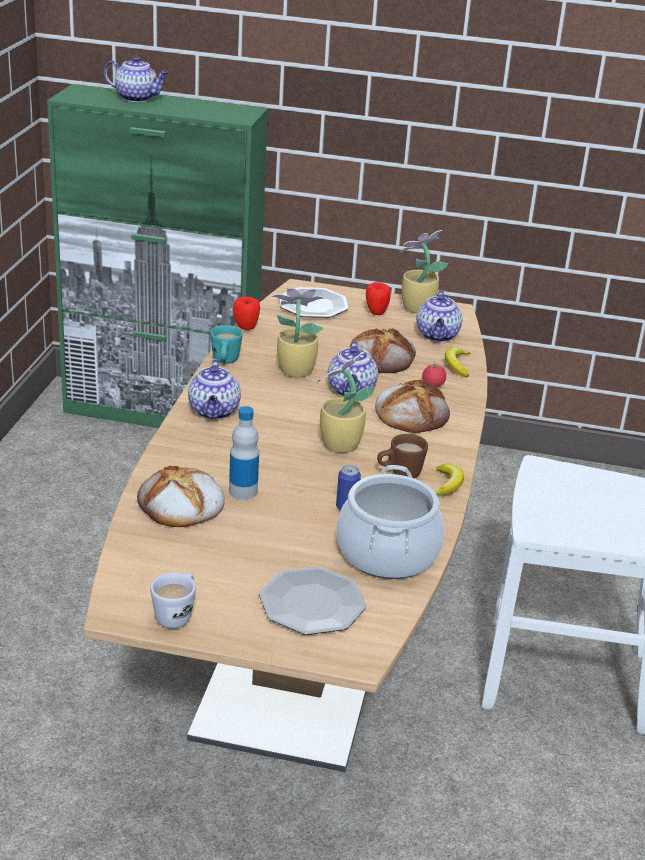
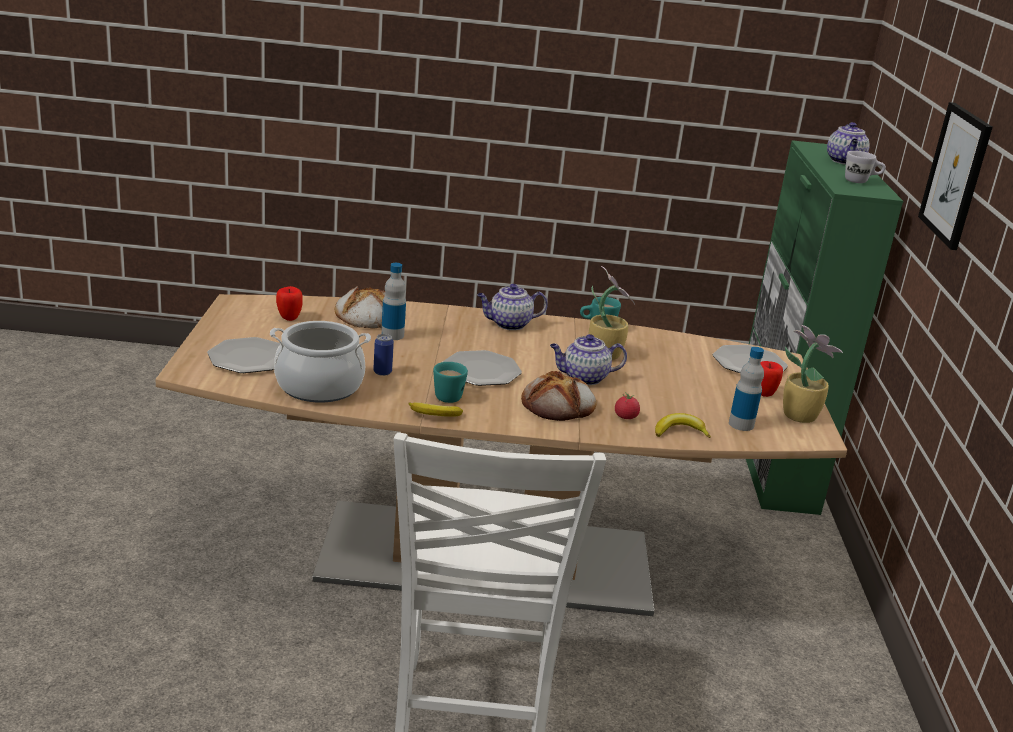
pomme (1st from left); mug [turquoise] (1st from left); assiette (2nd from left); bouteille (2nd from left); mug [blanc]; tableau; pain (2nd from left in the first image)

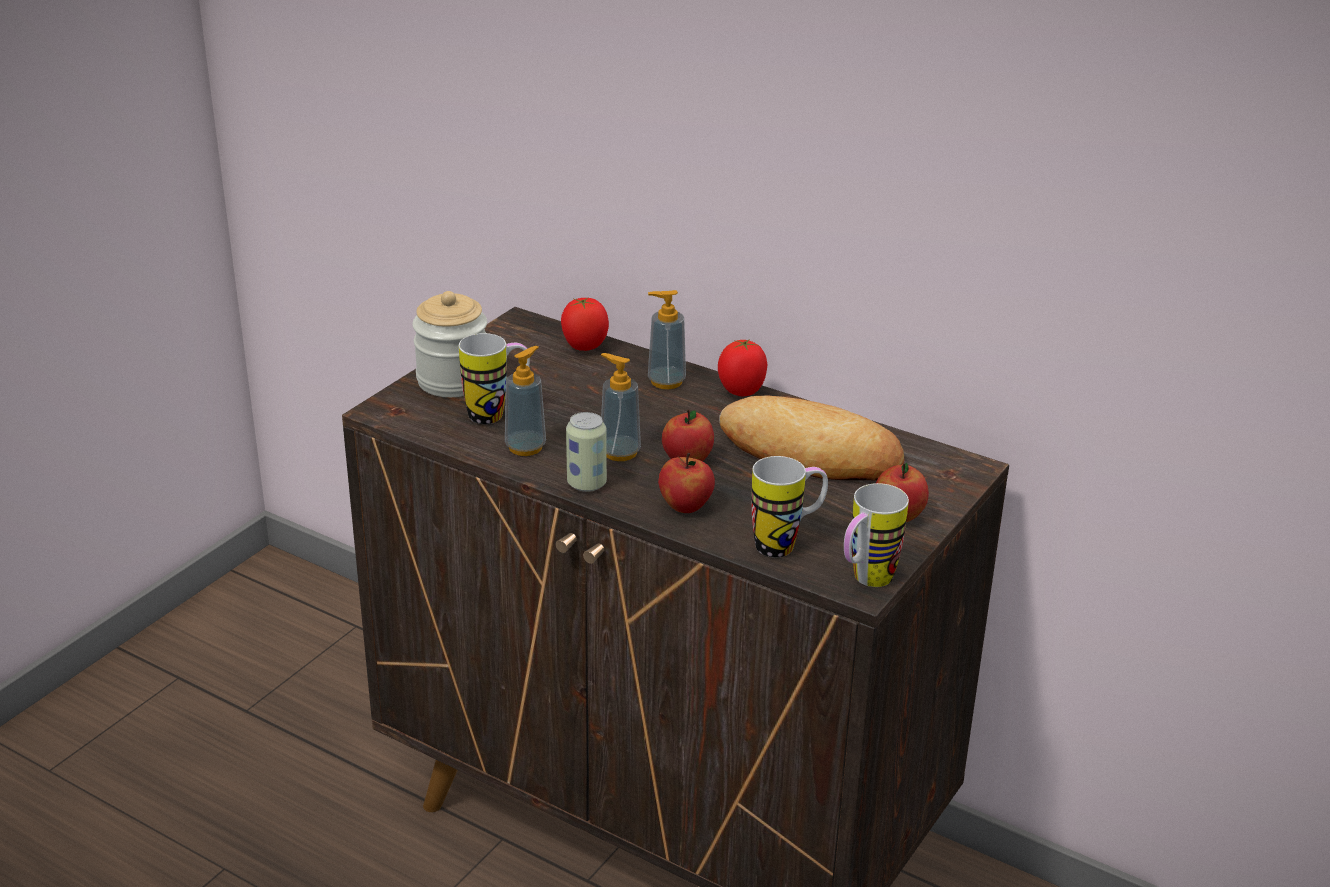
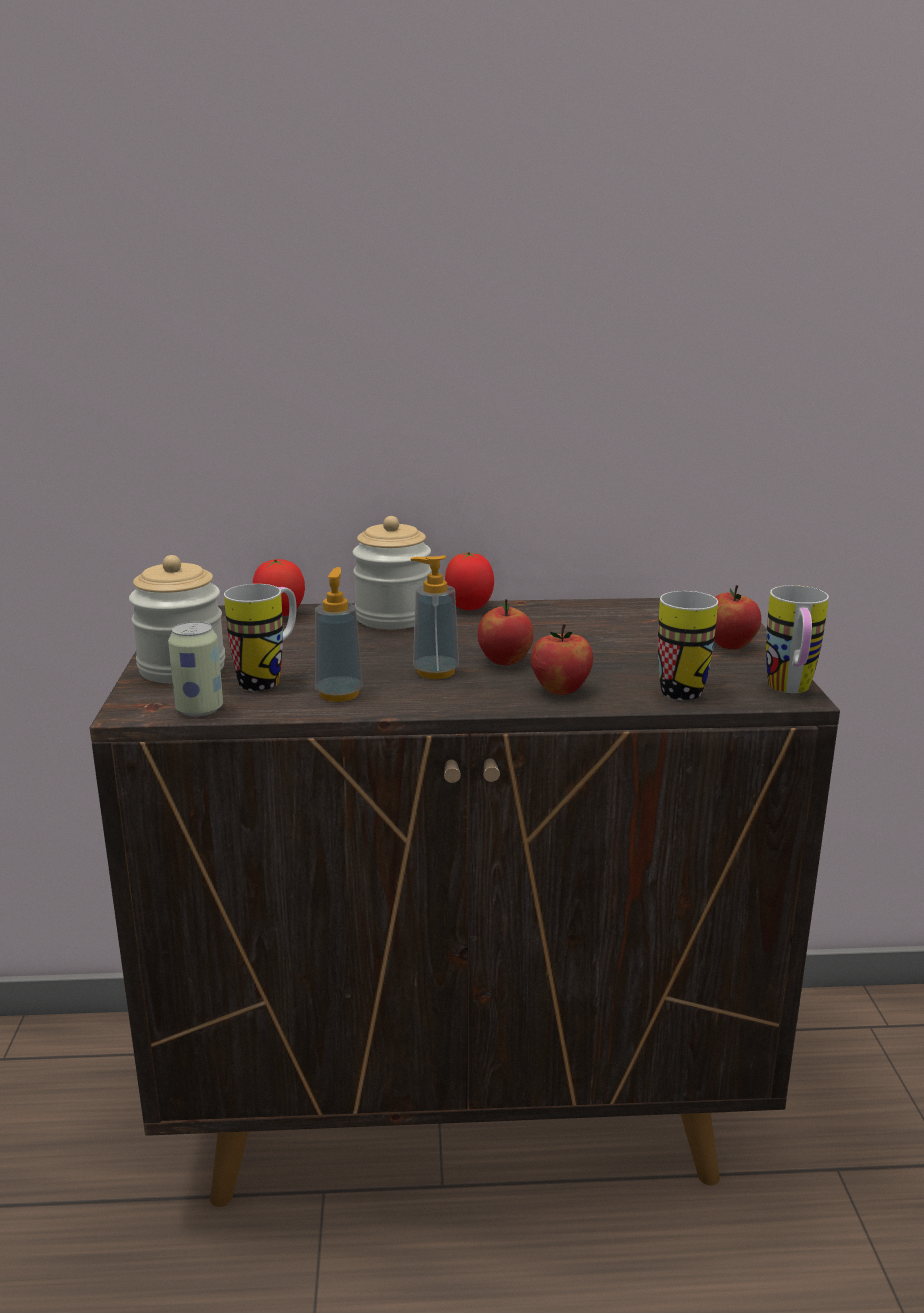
boîte métallique; bocal (2nd from left); pain

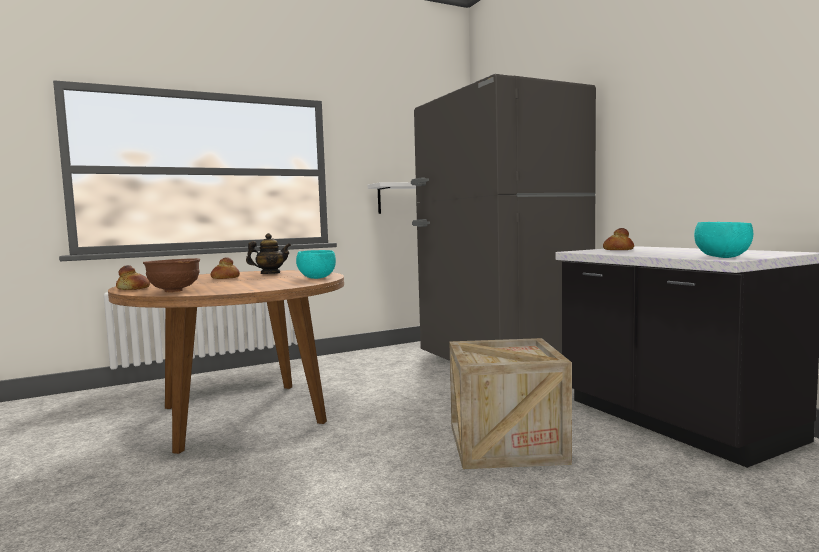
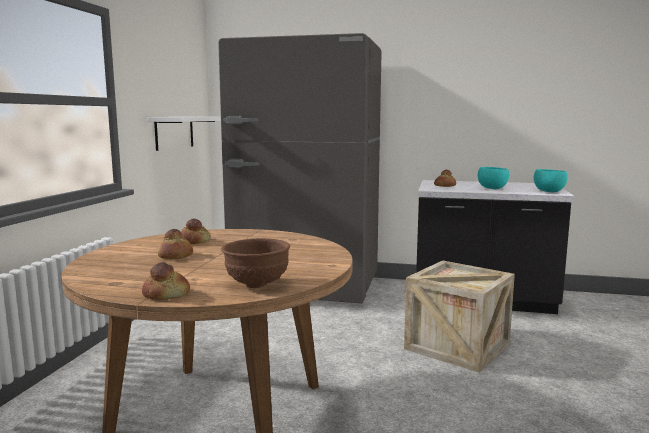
pain (3rd from left); bol [turquoise] (1st from left)

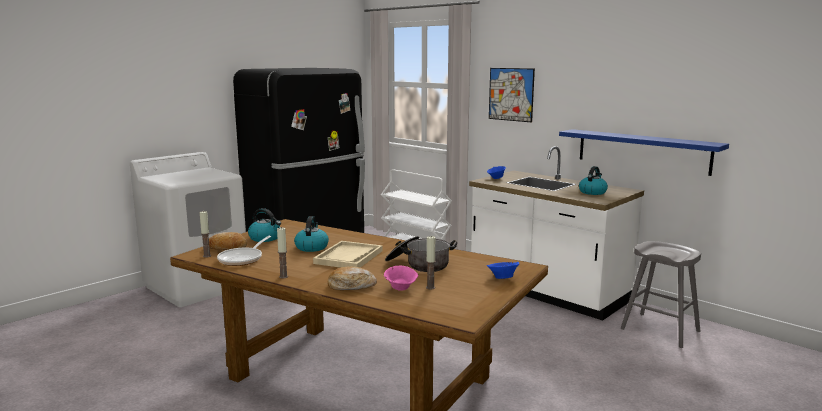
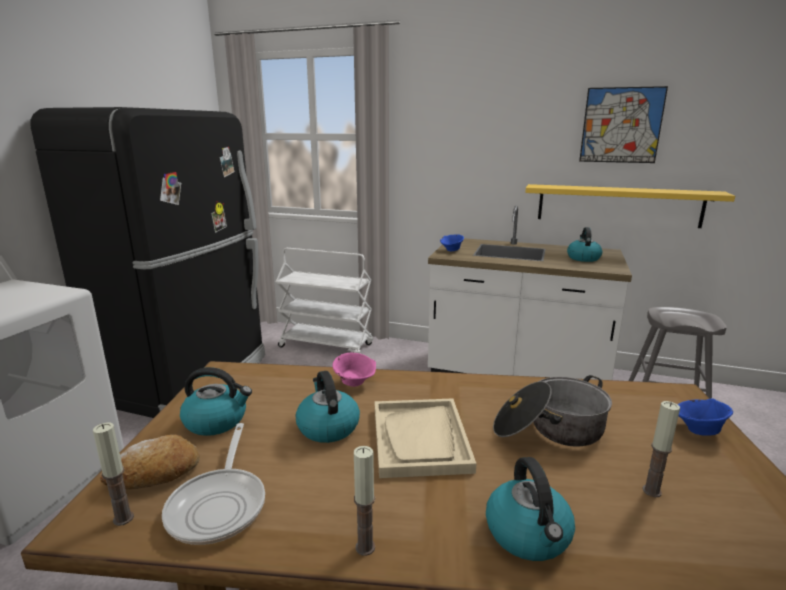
bol [rose]; bouilloire (3rd from left); étagère [jaune]; tableau

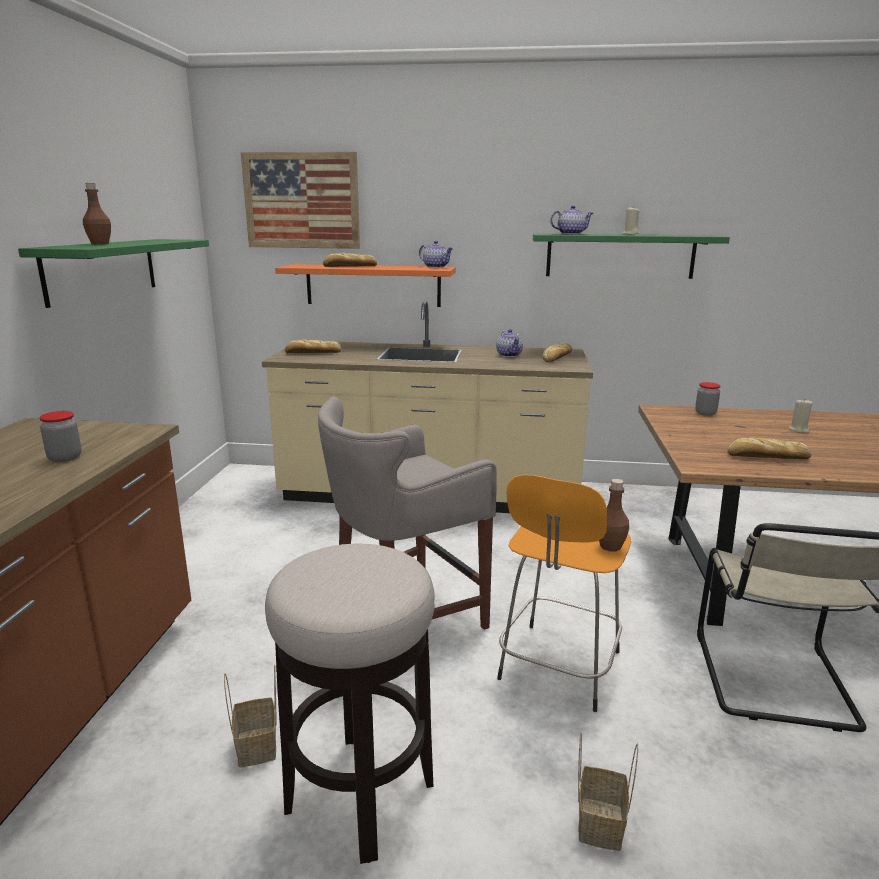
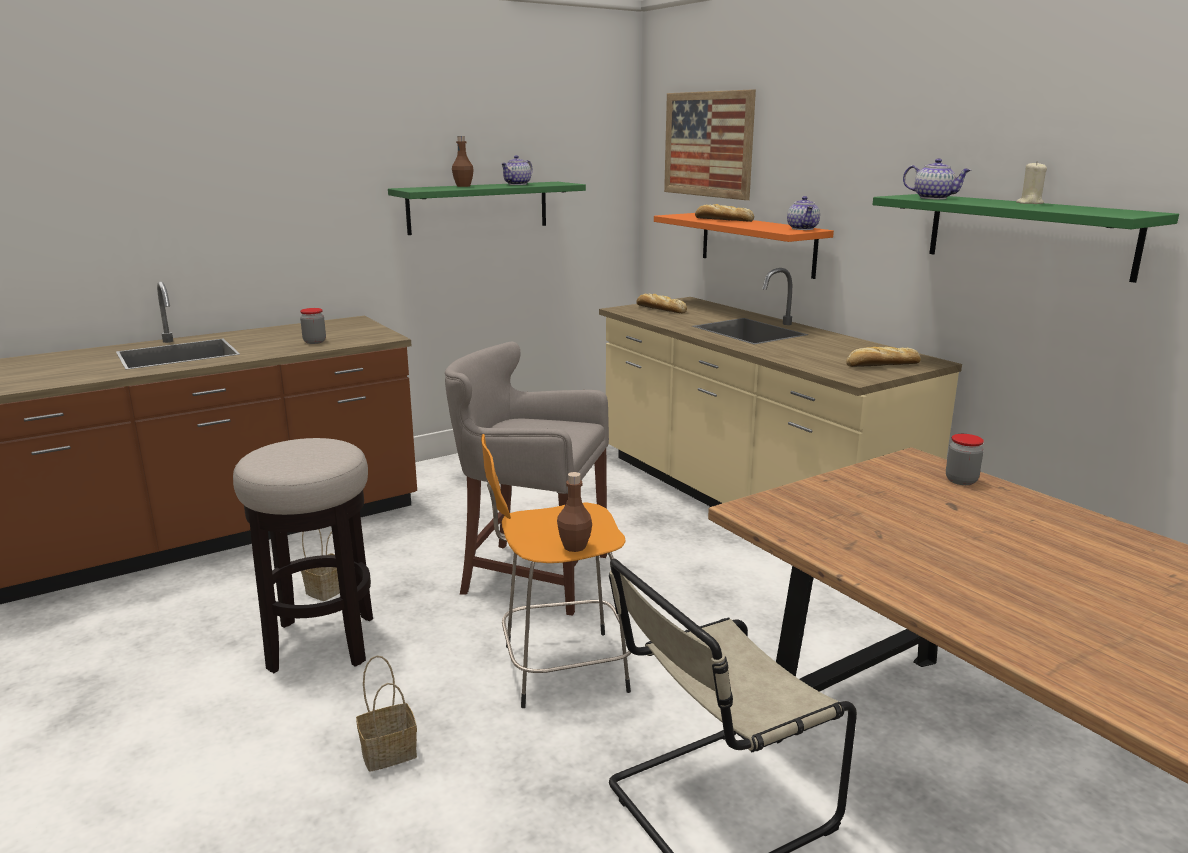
théière (1st from left); pain (4th from left in the first image); bougie [beige] (2nd from left in the first image)

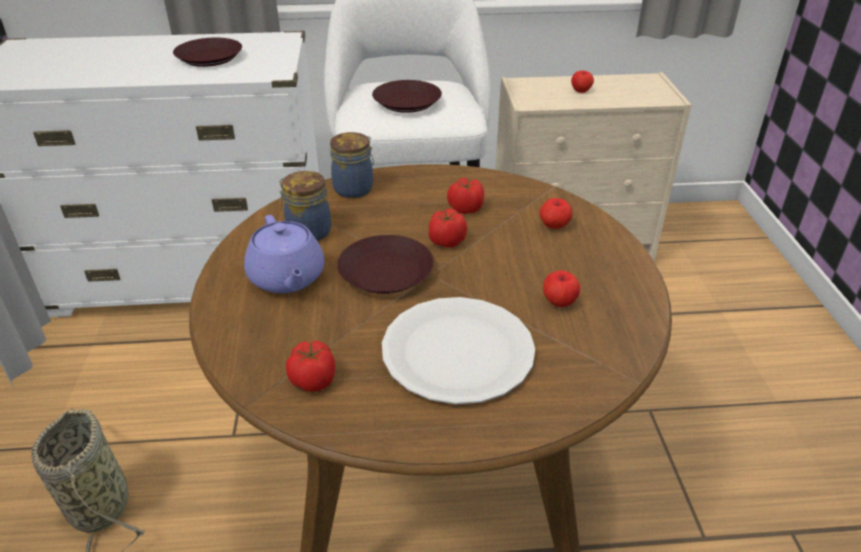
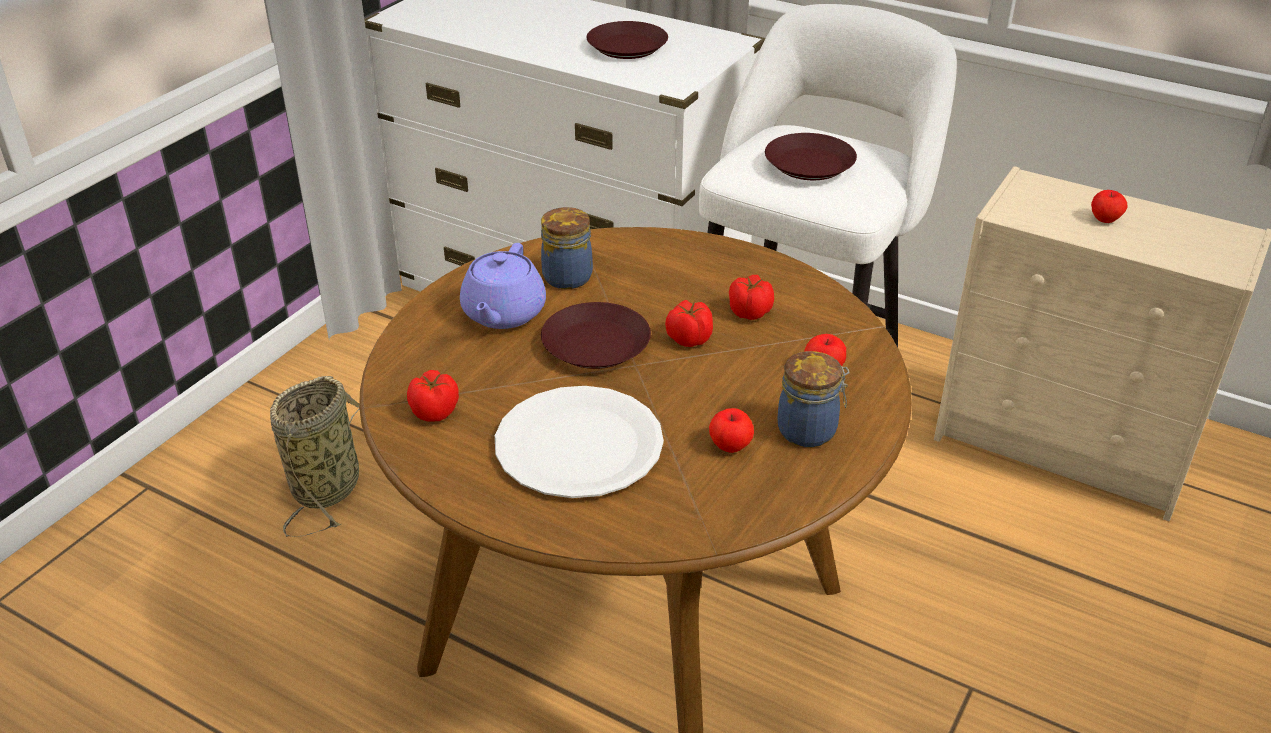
bocal (2nd from left)

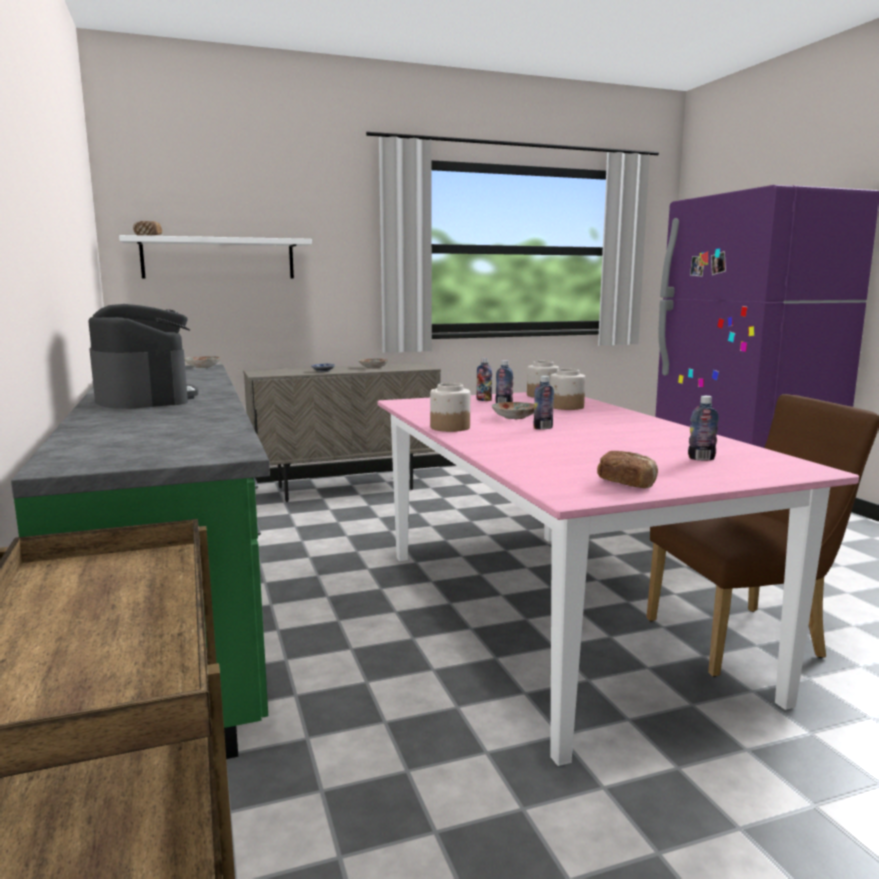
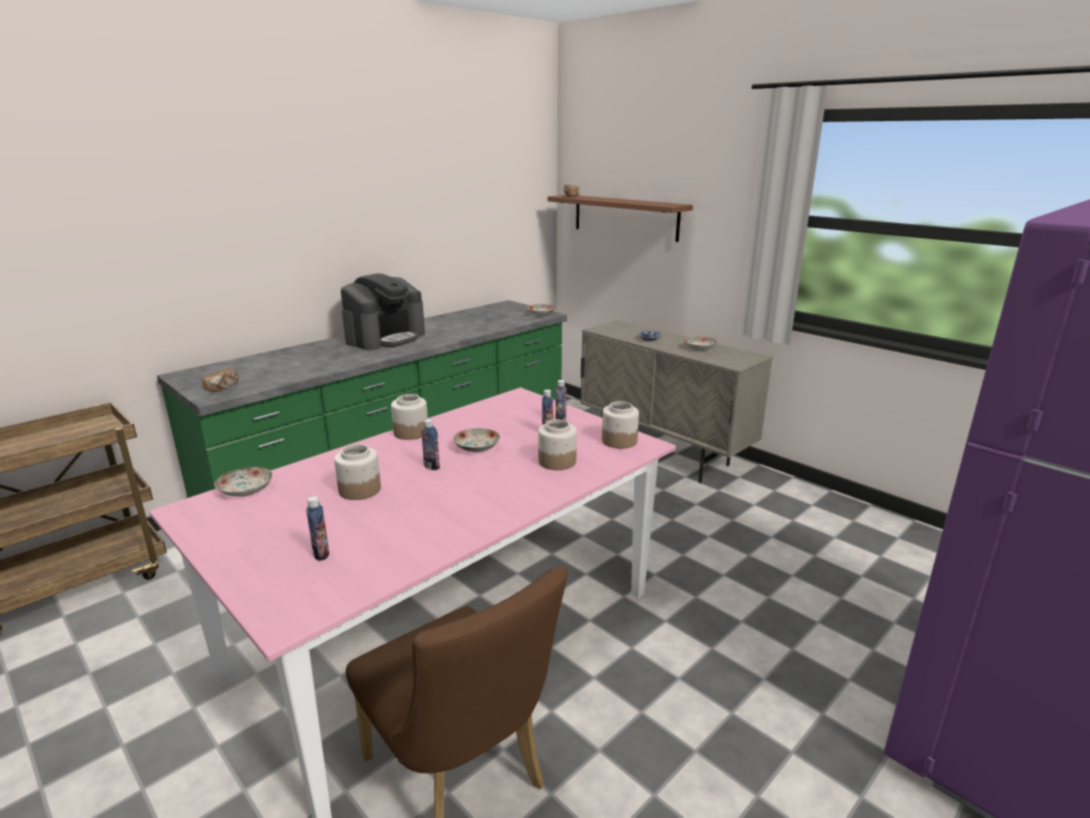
pain (1st from left); assiette (1st from left); bocal (1st from left); étagère [marron]

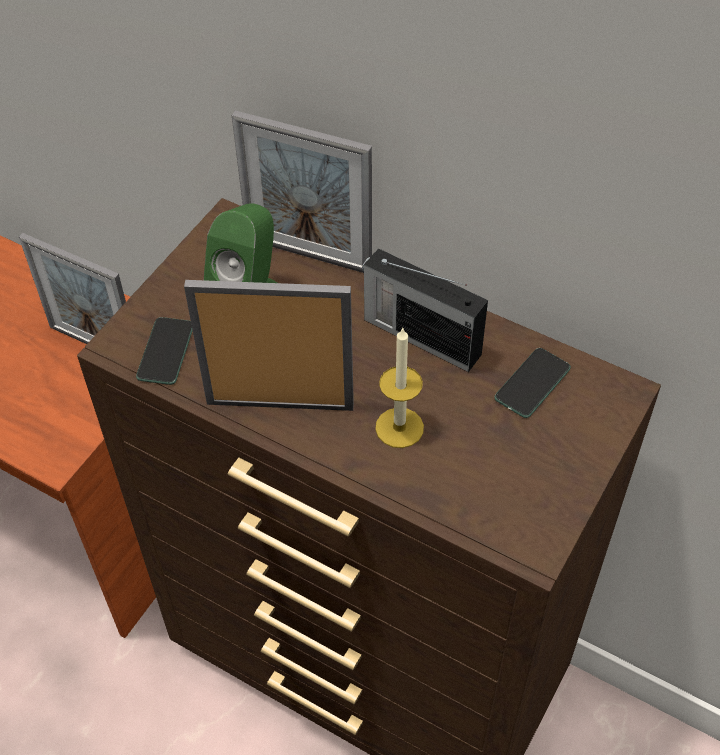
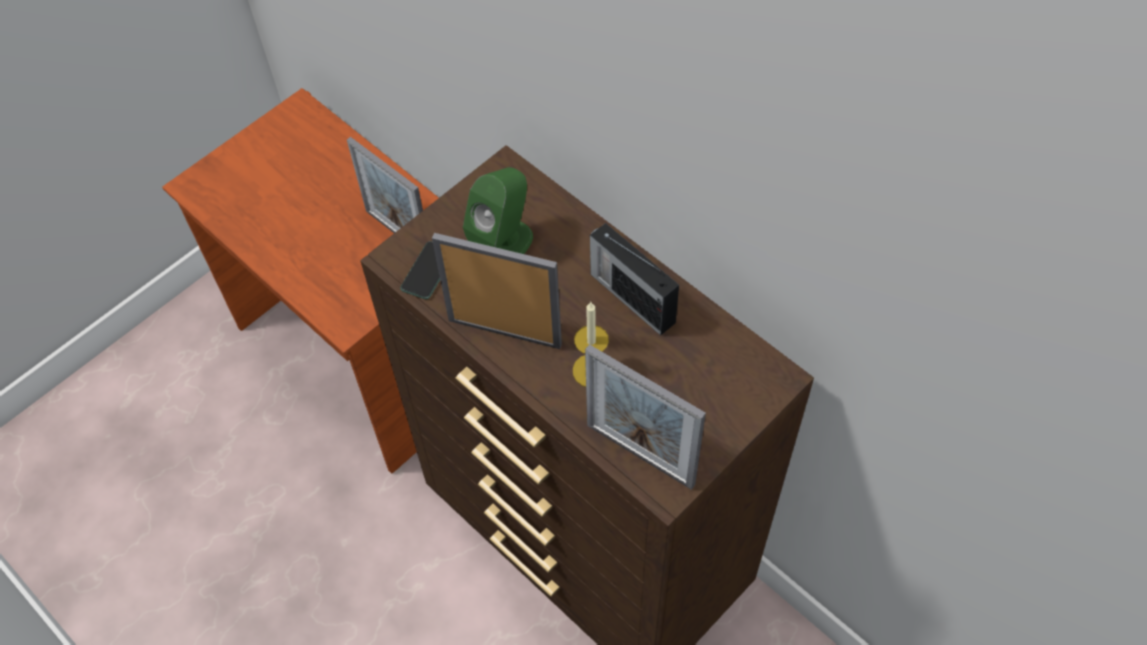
cadre photo (3rd from left); téléphone (2nd from left in the first image)

